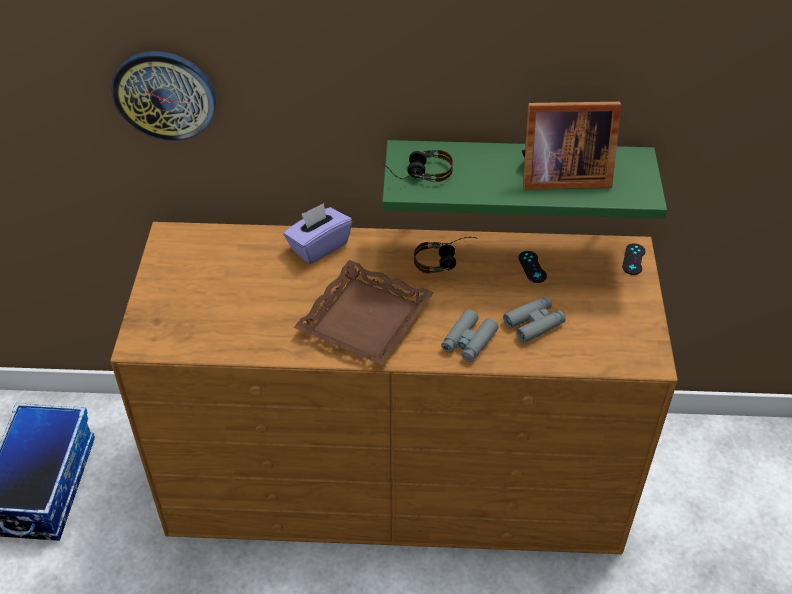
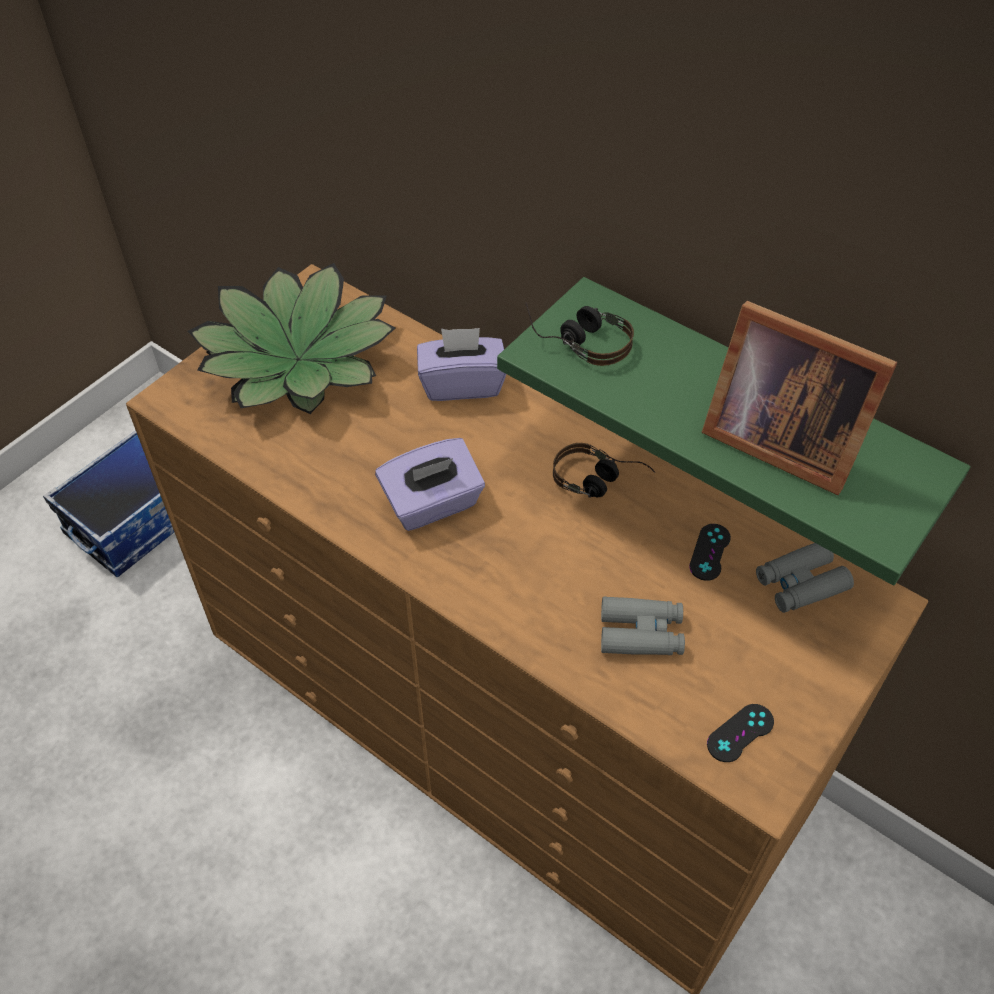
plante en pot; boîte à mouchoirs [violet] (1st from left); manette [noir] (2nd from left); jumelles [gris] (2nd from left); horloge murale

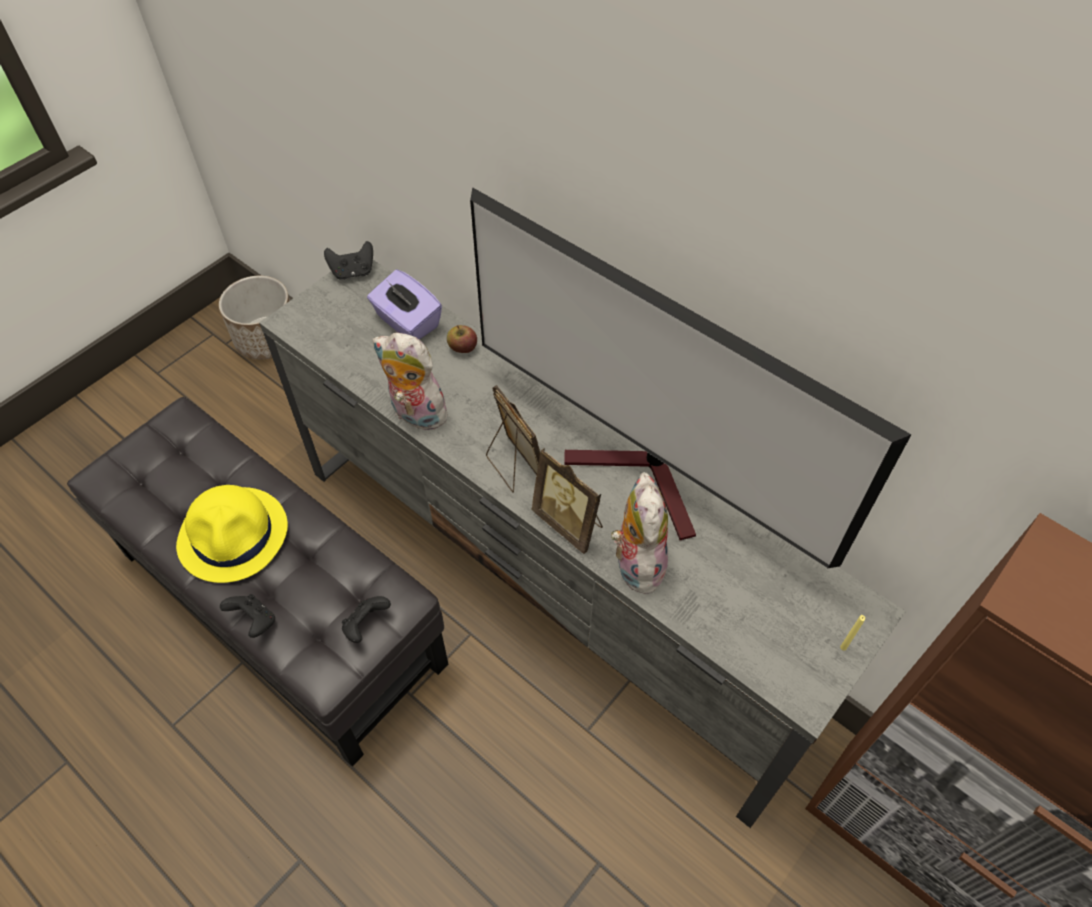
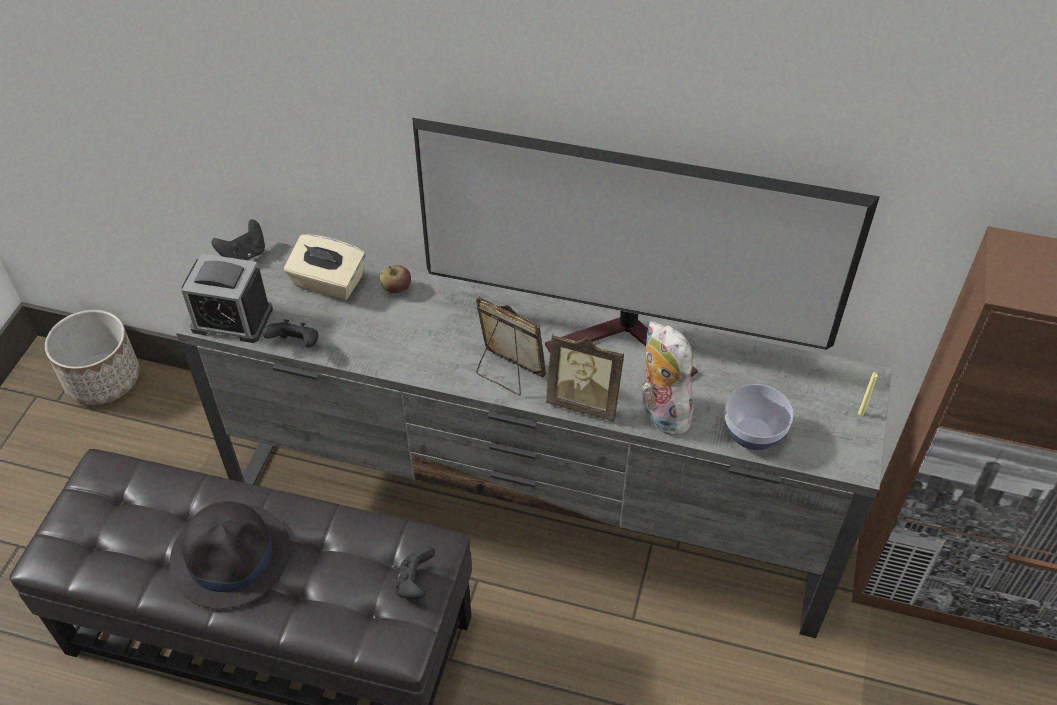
chapeau [noir]; réveil; manette [noir] (2nd from left); boîte à mouchoirs [beige]; bol; peluche (1st from left in the first image)

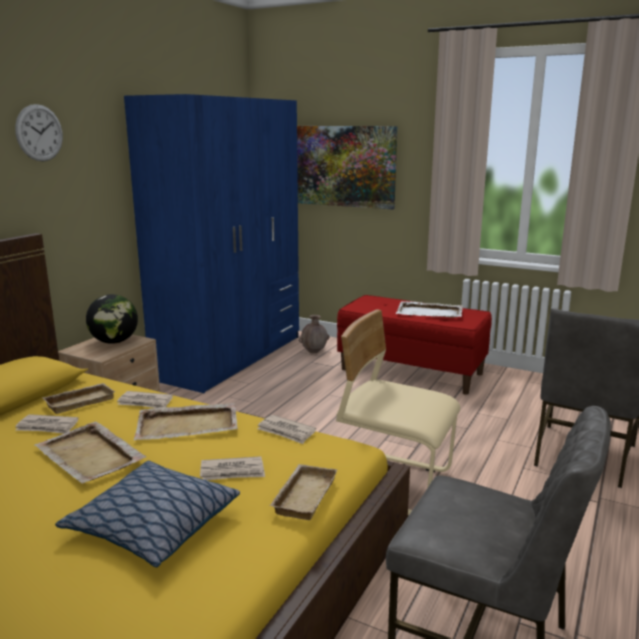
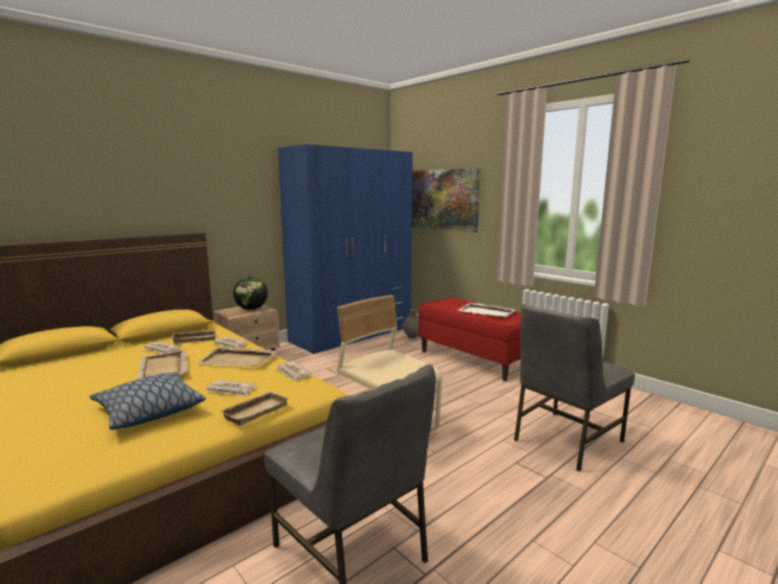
horloge murale

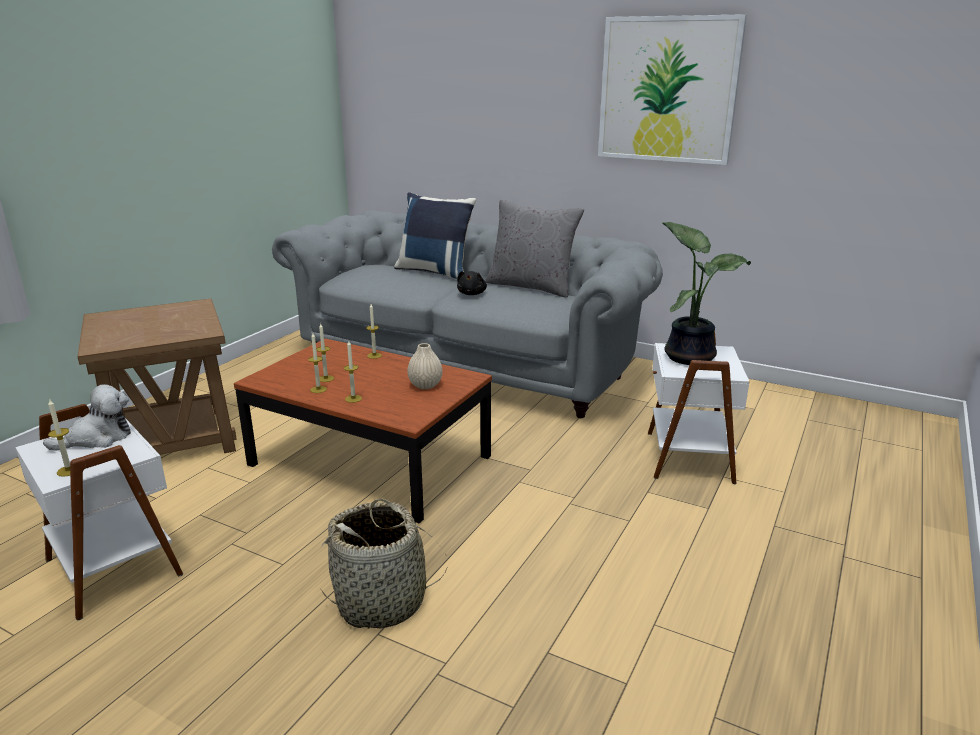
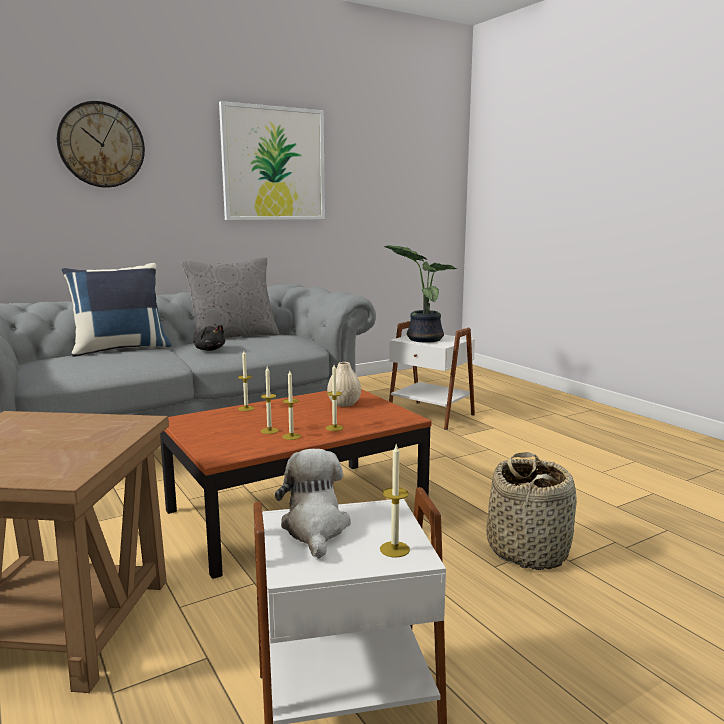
horloge murale

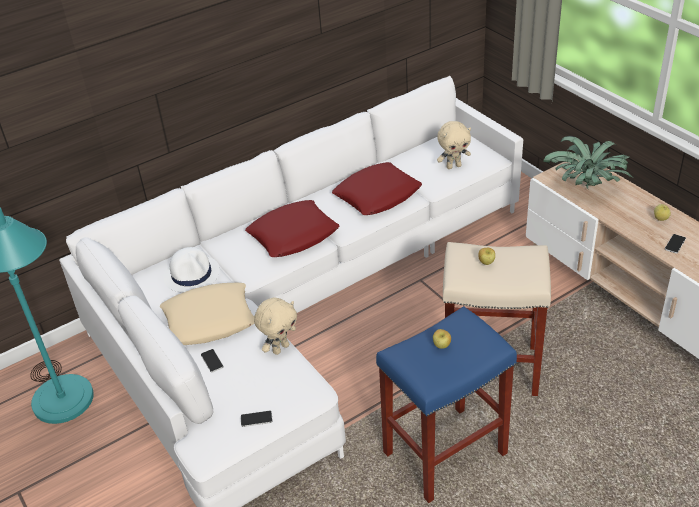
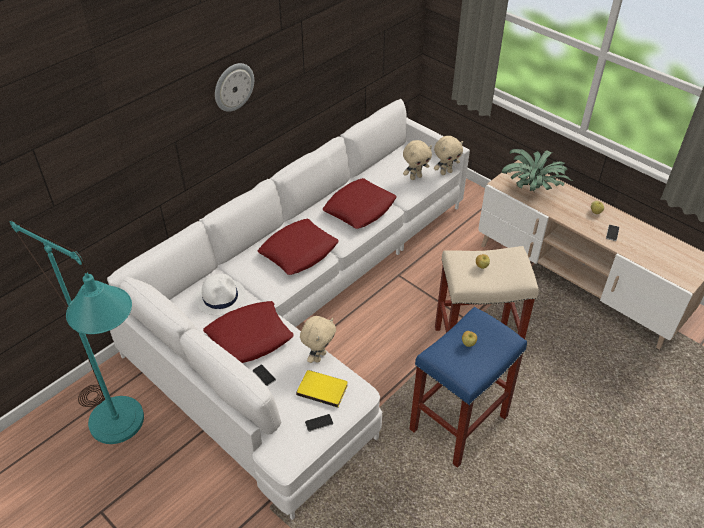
coussin [rouge] (1st from left); horloge murale; livre [jaune]; peluche [beige] (3rd from left)

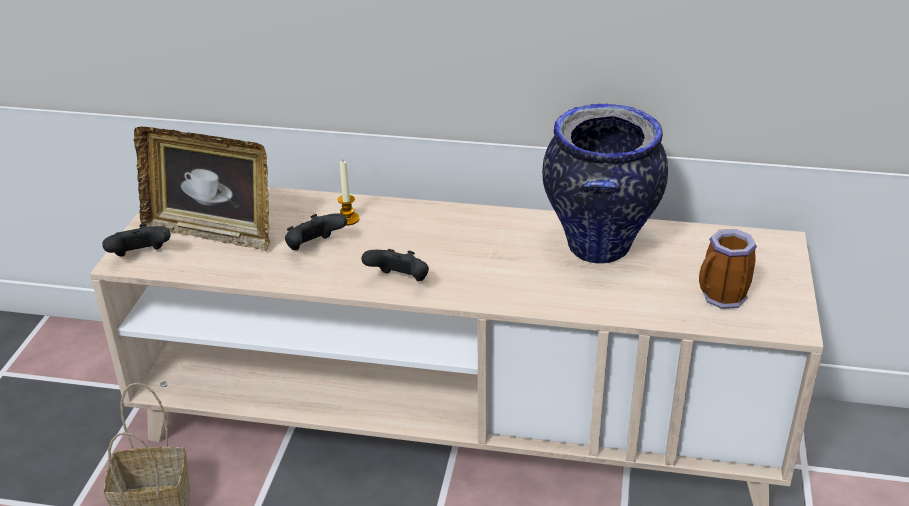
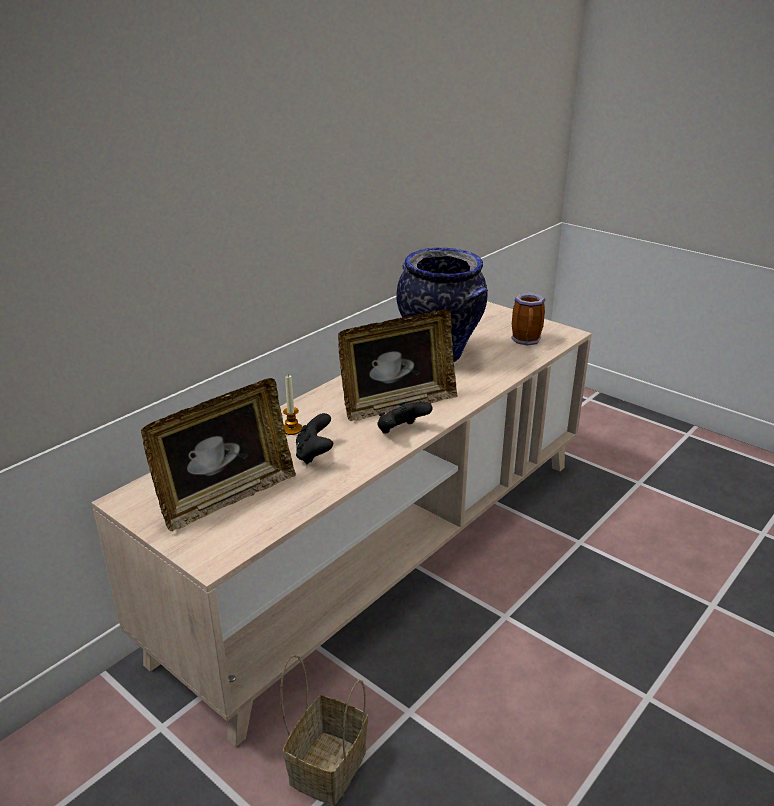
cadre photo (2nd from left); manette [noir] (1st from left in the first image)

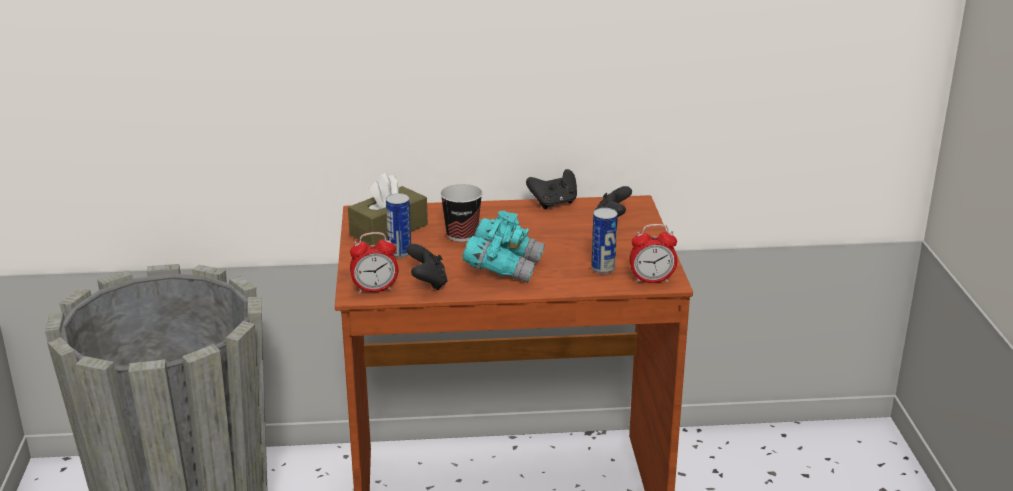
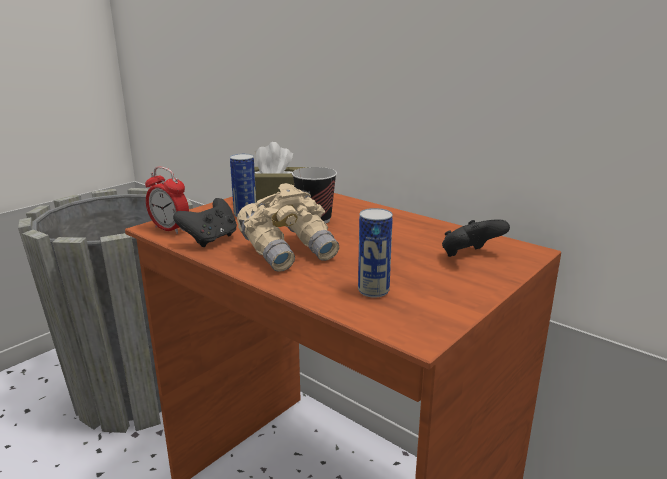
jumelles [beige]; manette [noir] (2nd from left in the first image); réveil (2nd from left in the first image)

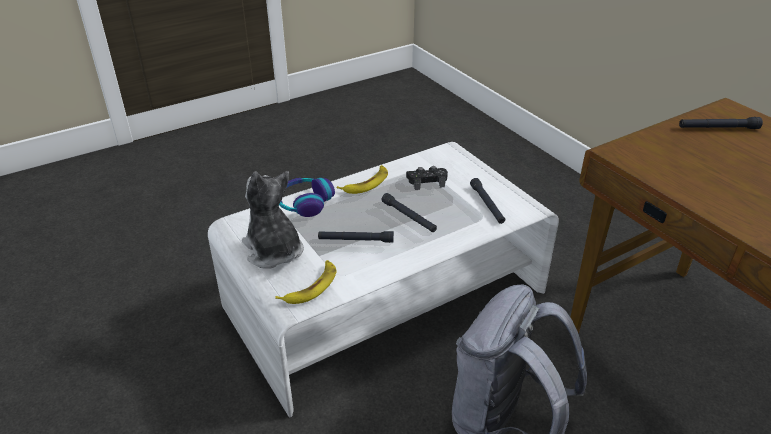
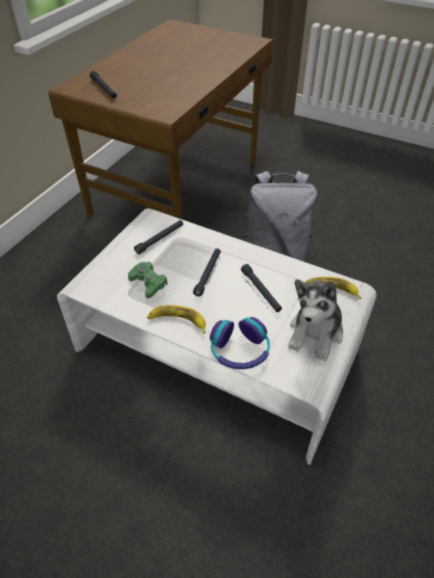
manette [vert]

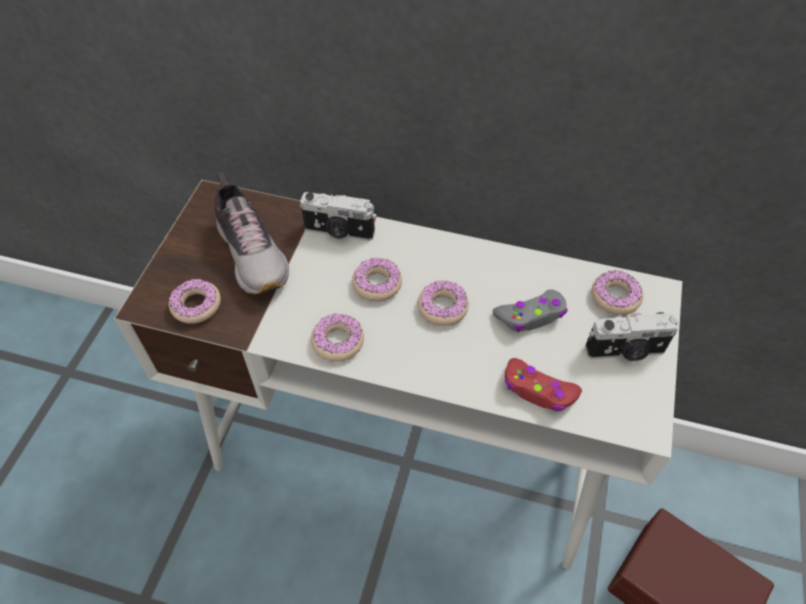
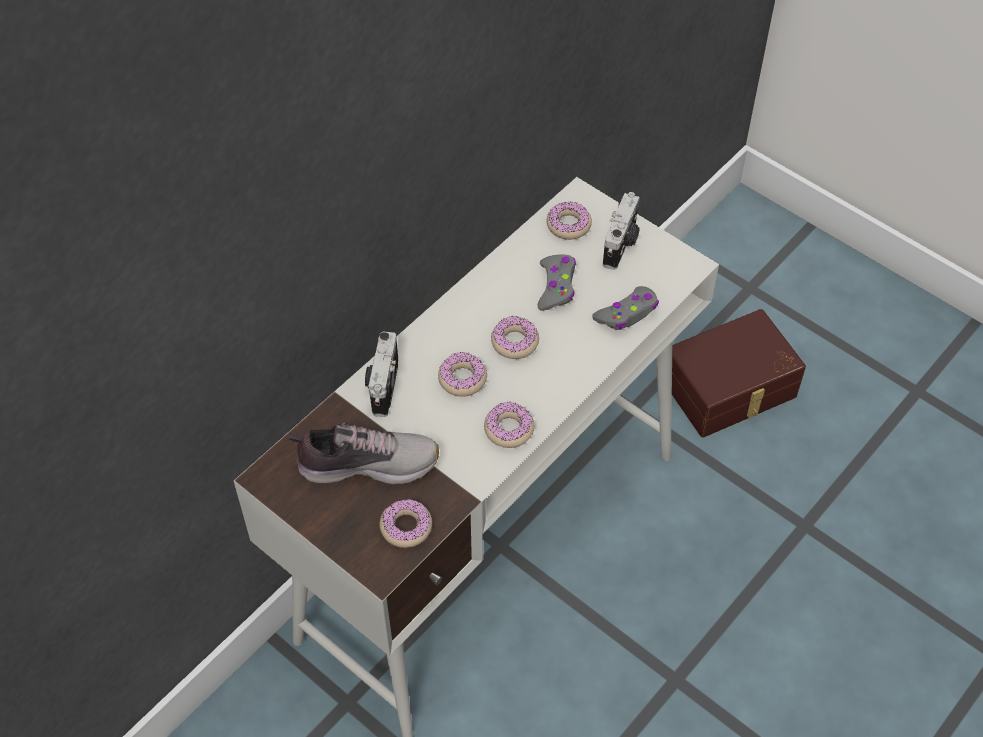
appareil photo (1st from left); manette [gris] (2nd from left)

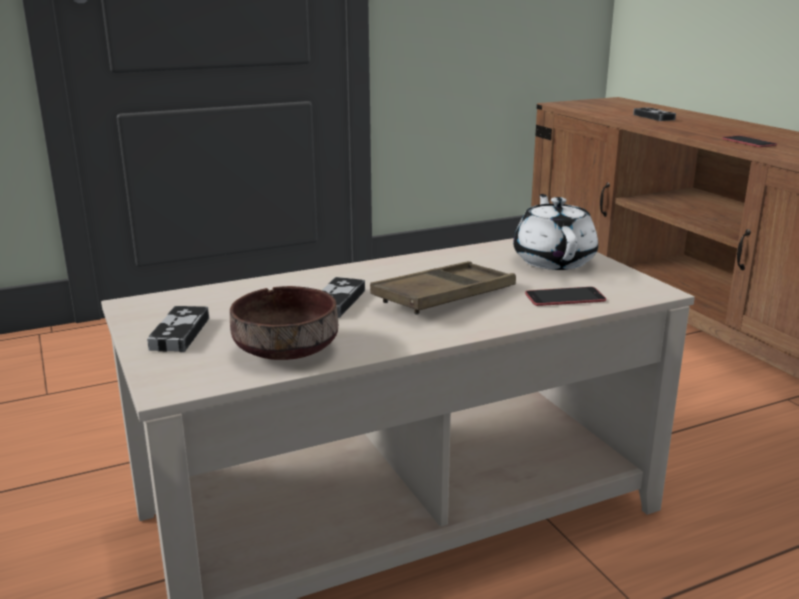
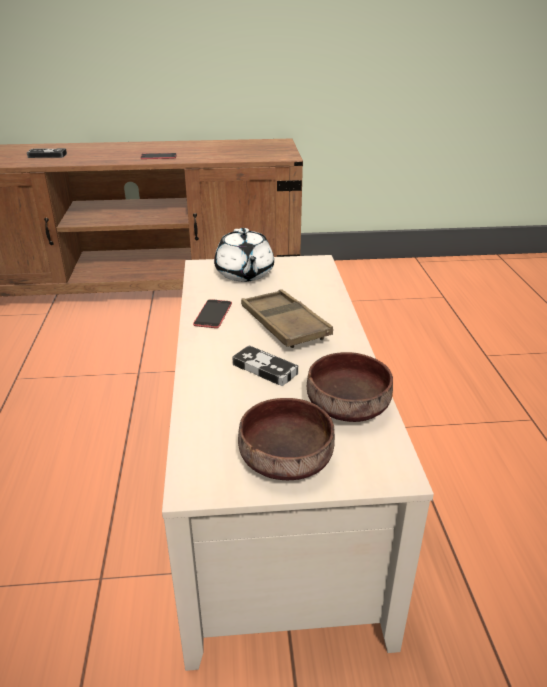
téléphone (2nd from left); théière [blanc]; bol [marron] (1st from left)

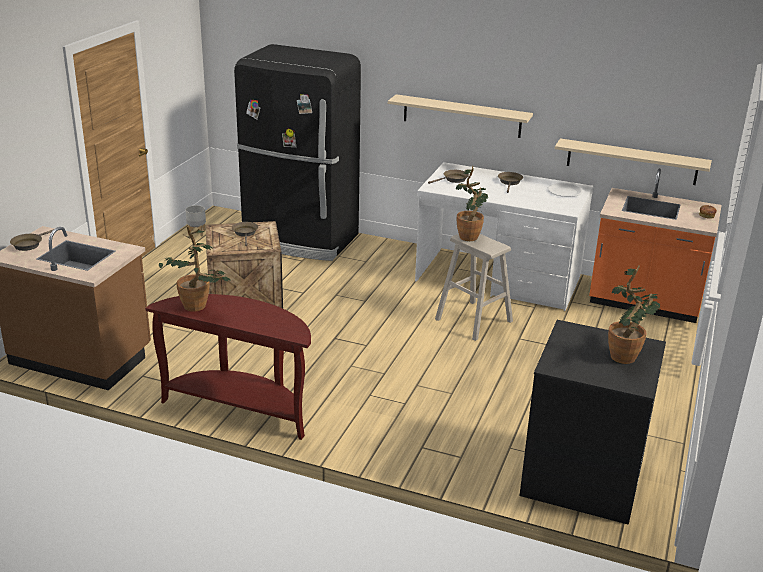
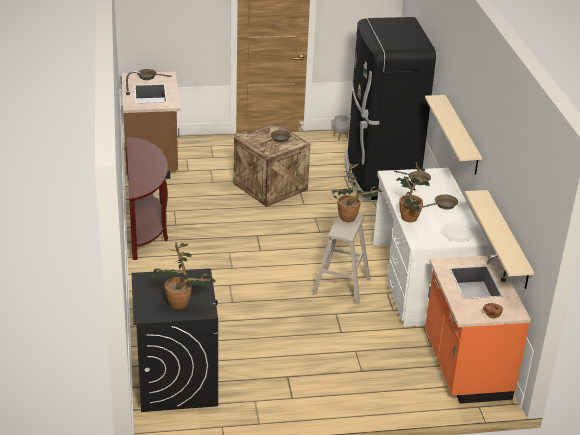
plante en pot (3rd from left)

